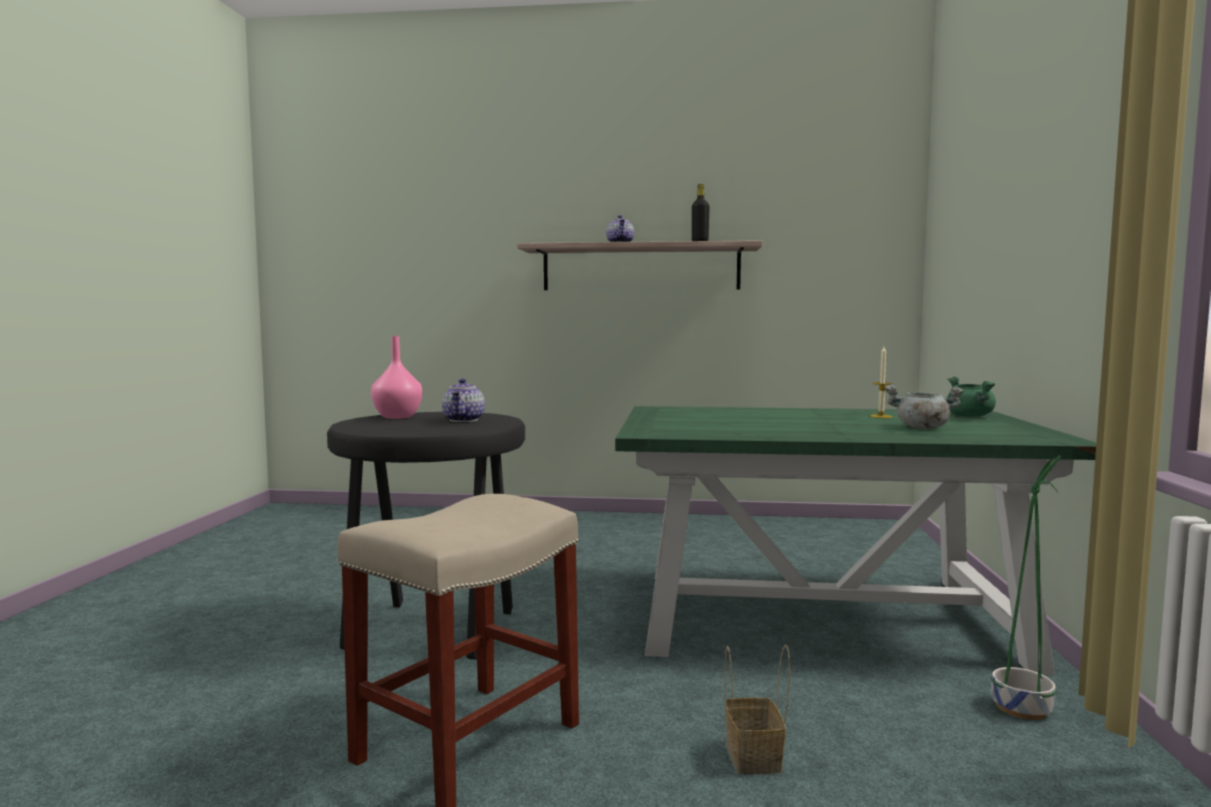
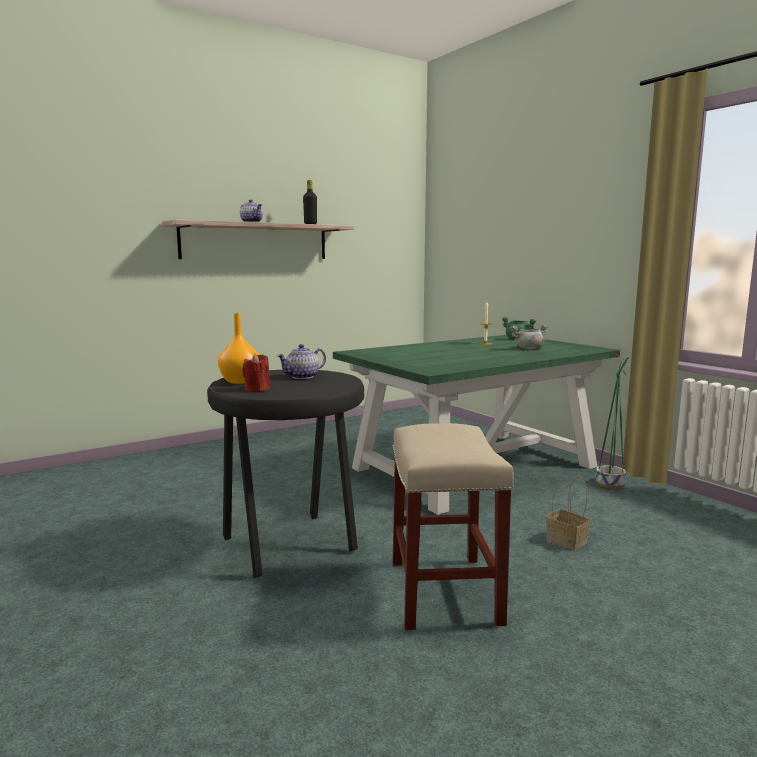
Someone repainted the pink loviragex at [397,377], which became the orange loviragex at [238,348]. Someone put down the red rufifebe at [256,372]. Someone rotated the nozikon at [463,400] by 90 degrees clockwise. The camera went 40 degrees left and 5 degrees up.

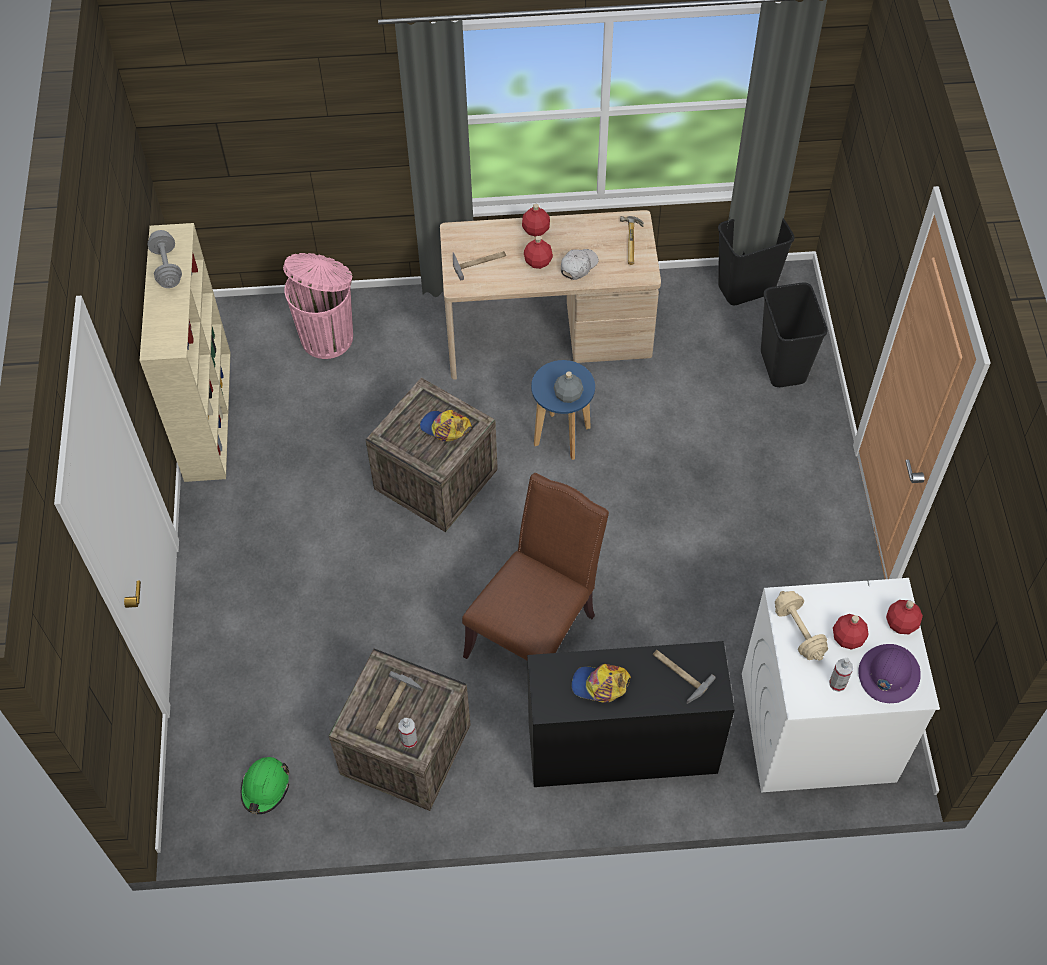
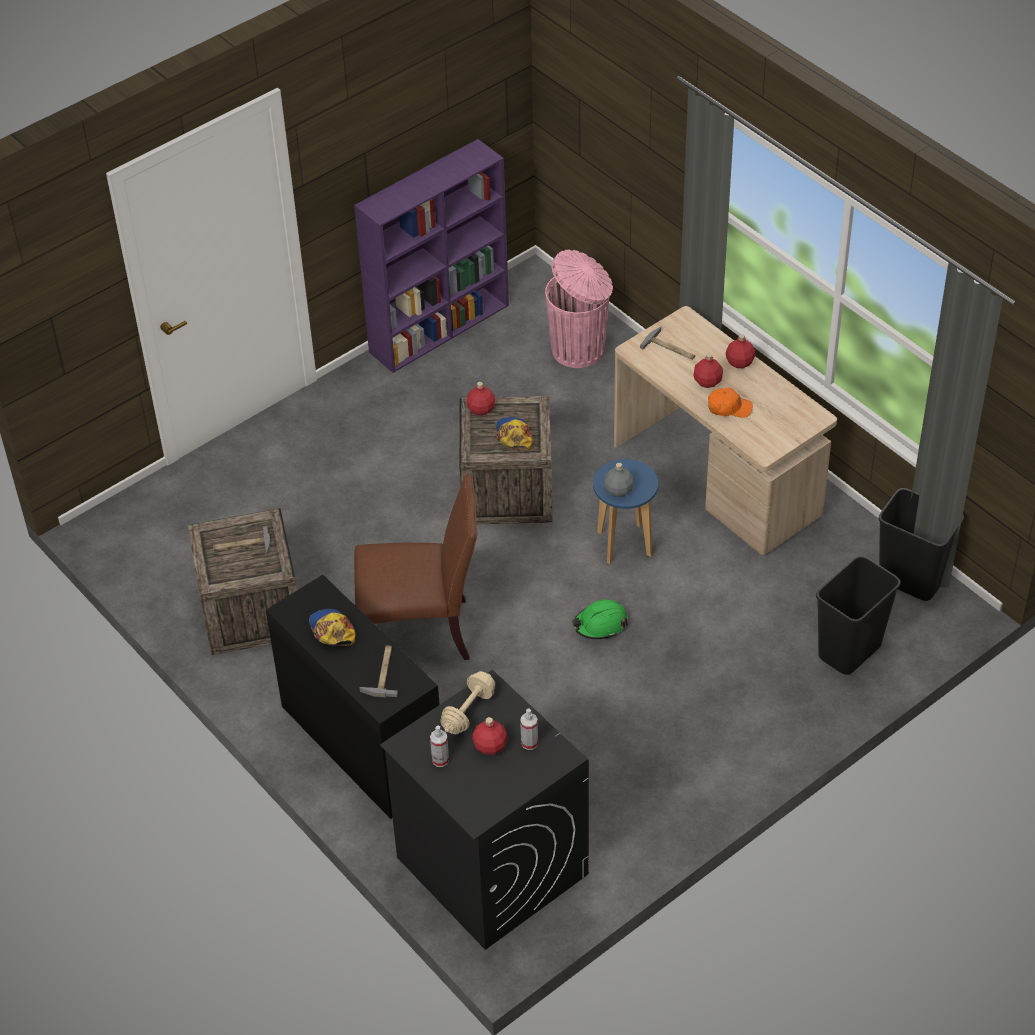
Someone repainted the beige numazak at [185,352], which became the purple numazak at [431,256]. Someone repainted the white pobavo at [841,685], which became the black pobavo at [484,810]. Someone carried the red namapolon from [904,617] to [480,399]. Someone carried the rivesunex from [408,733] to [529,729]. Someone carried the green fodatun from [265,785] to [600,619]. Someone repainted the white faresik at [579,264], which became the orange faresik at [730,403]. Someone took away the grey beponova at [164,259]. Someone took away the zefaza at [632,240]. Someone took away the purple fodatun at [889,673]. The camera went 55 degrees right and 10 degrees down.

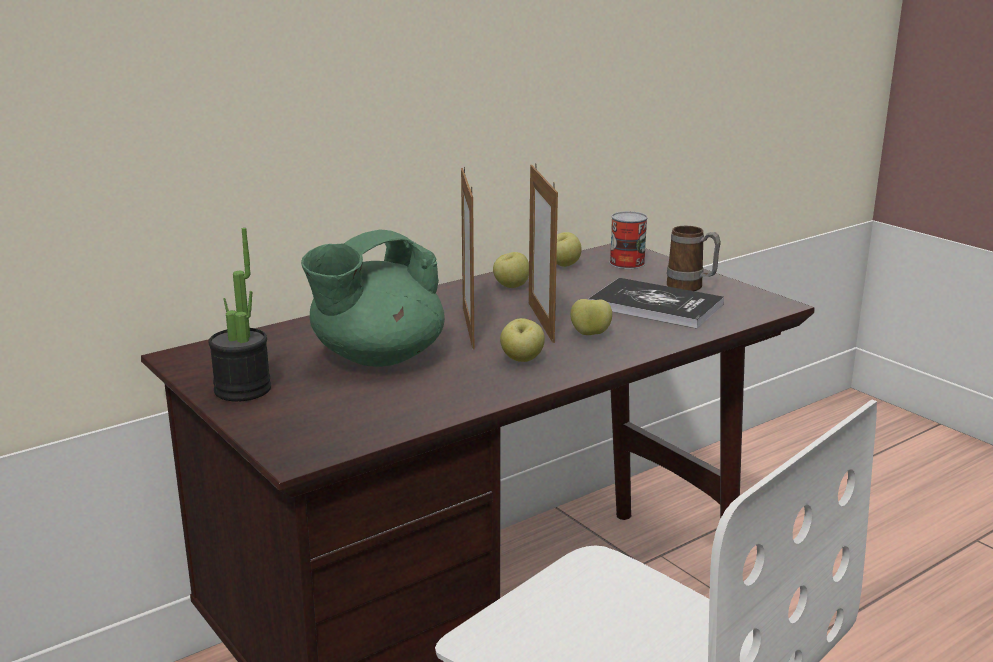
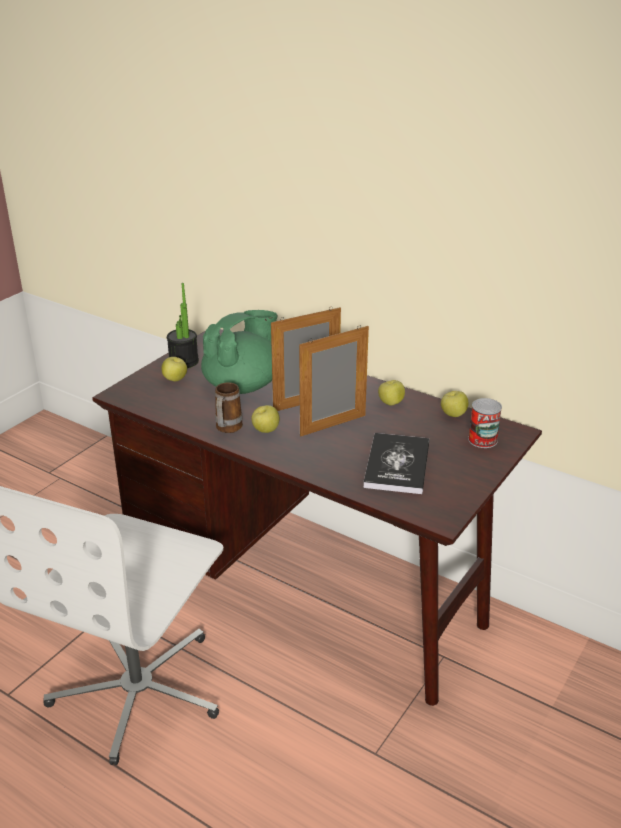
Someone carried the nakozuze from [591,317] to [174,369]. Someone rotated the green nozikon at [373,298] by 105 degrees clockwise. Someone carried the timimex from [694,258] to [229,407]. The camera went 70 degrees right and 10 degrees up.

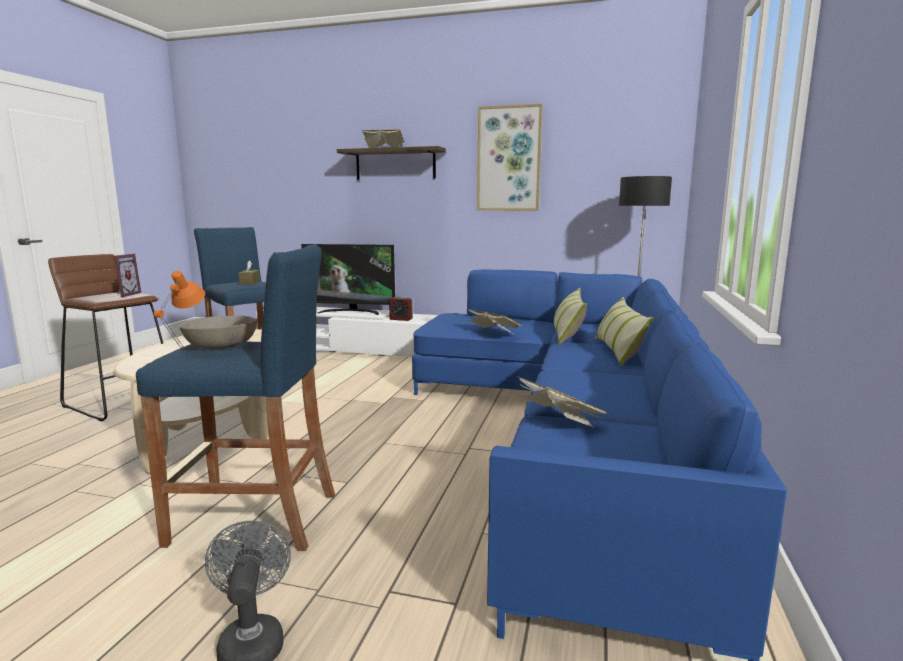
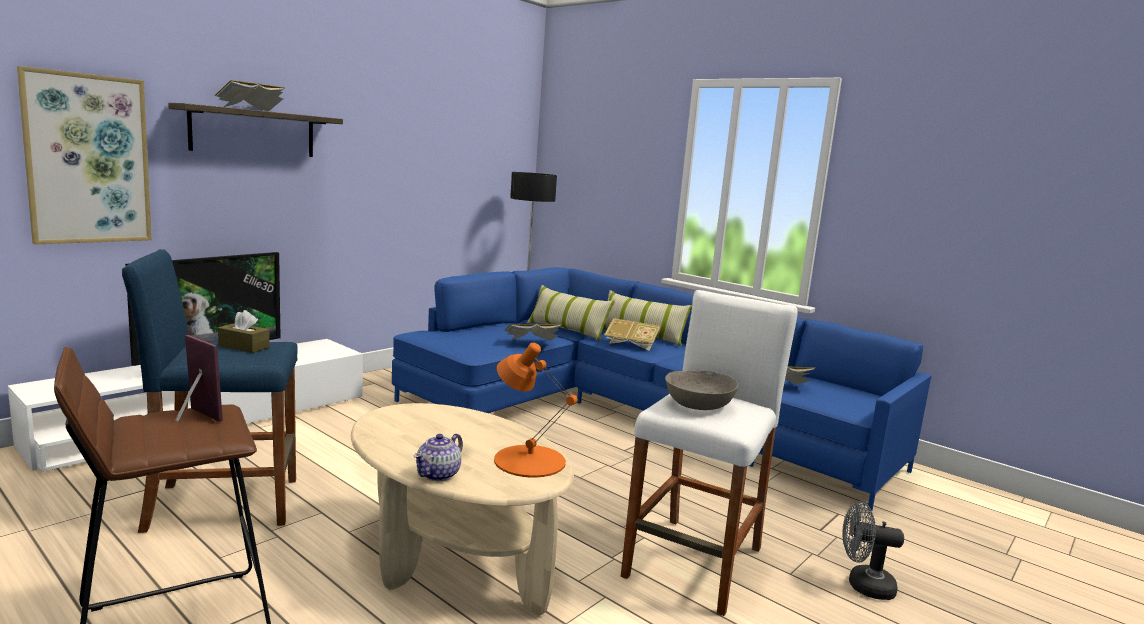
Someone carried the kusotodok from [509,157] to [84,155]. Someone put down the nozikon at [438,457]. Someone put down the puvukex at [632,334]. Someone repainted the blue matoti at [235,397], which became the white matoti at [709,453]. Someone took away the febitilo at [401,308]. The camera went 65 degrees left and 0 degrees up.

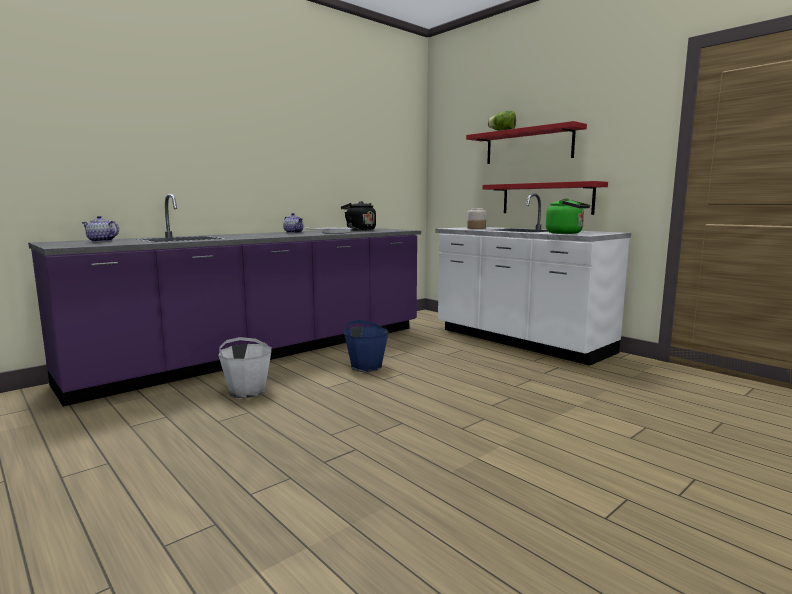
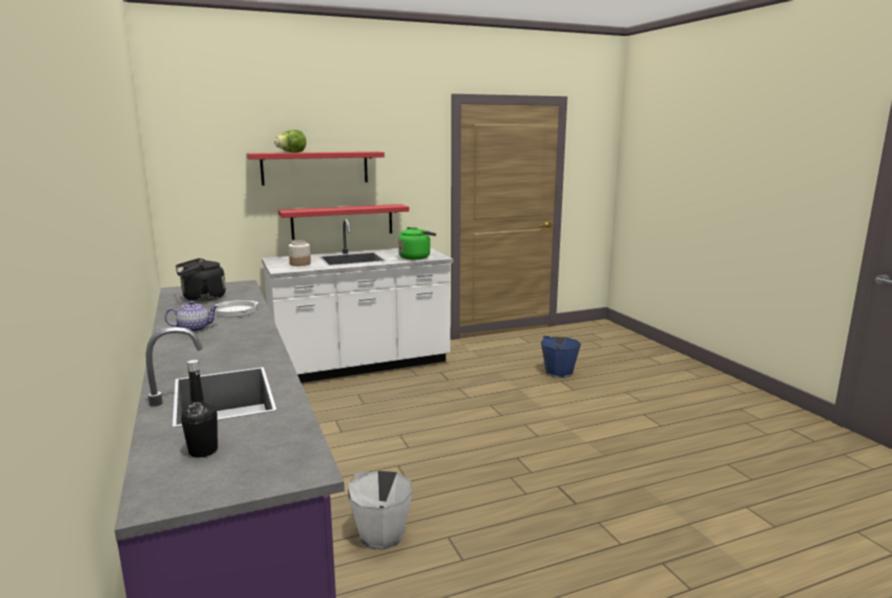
Someone swapped the nozikon at [100,229] for the black namapolon at [199,409]. Someone carried the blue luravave from [366,346] to [561,357]. The camera went 70 degrees left and 5 degrees up.

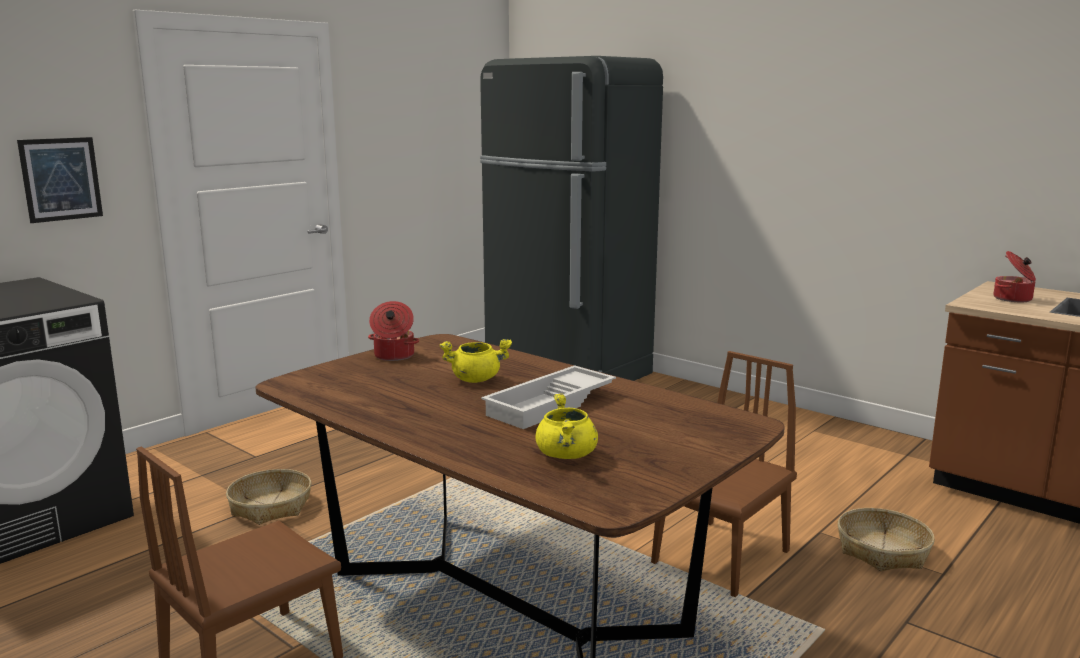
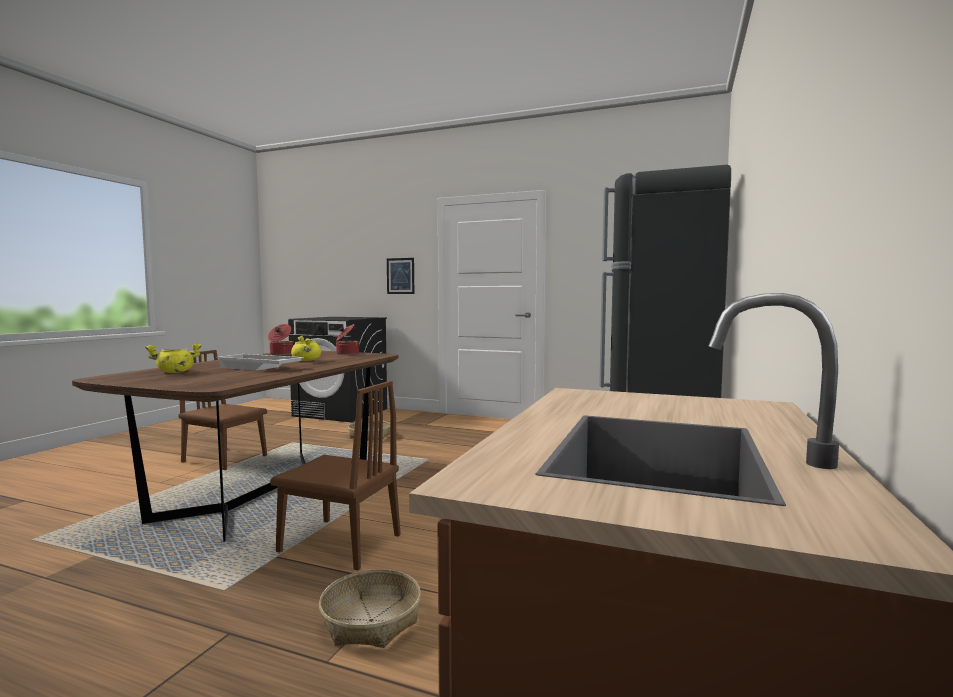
Someone carried the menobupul from [1014,276] to [280,339]. The camera went 70 degrees right and 10 degrees down.

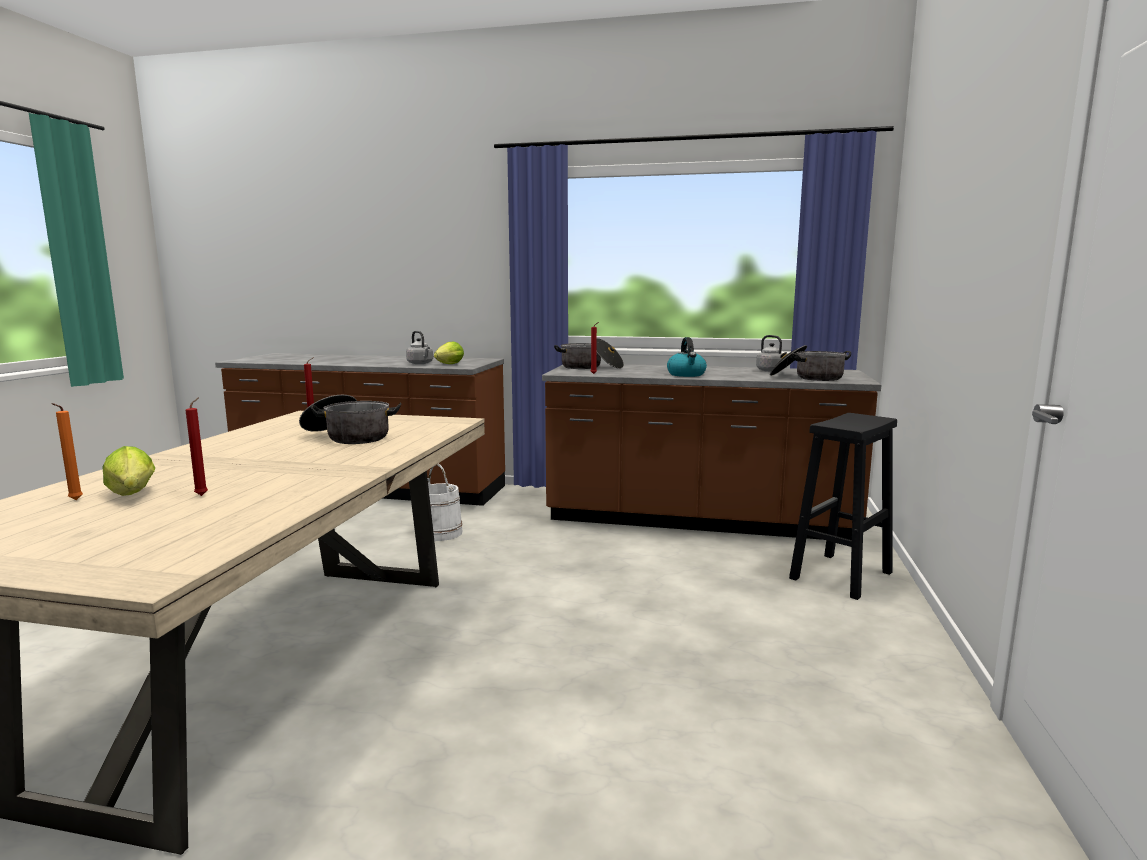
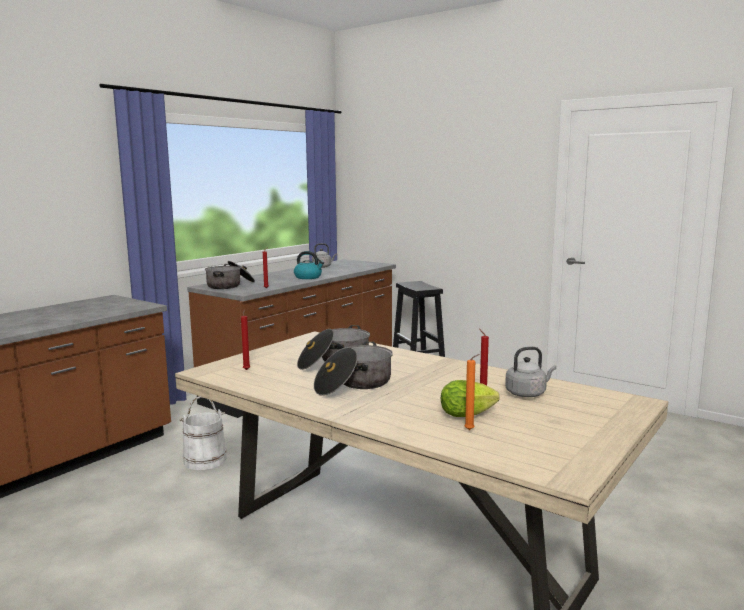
Someone carried the menobupul from [810,363] to [353,368]. Someone carried the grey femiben from [419,347] to [530,372]. Someone took away the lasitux at [449,353]. The camera went 65 degrees left and 0 degrees up.

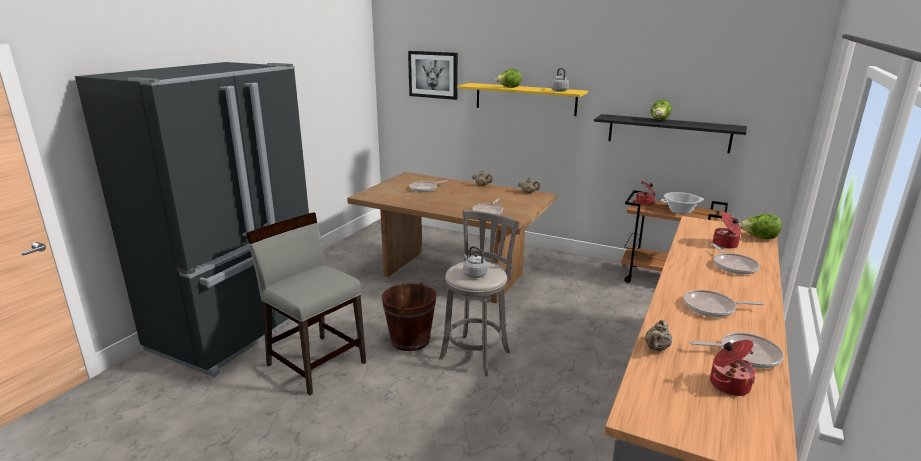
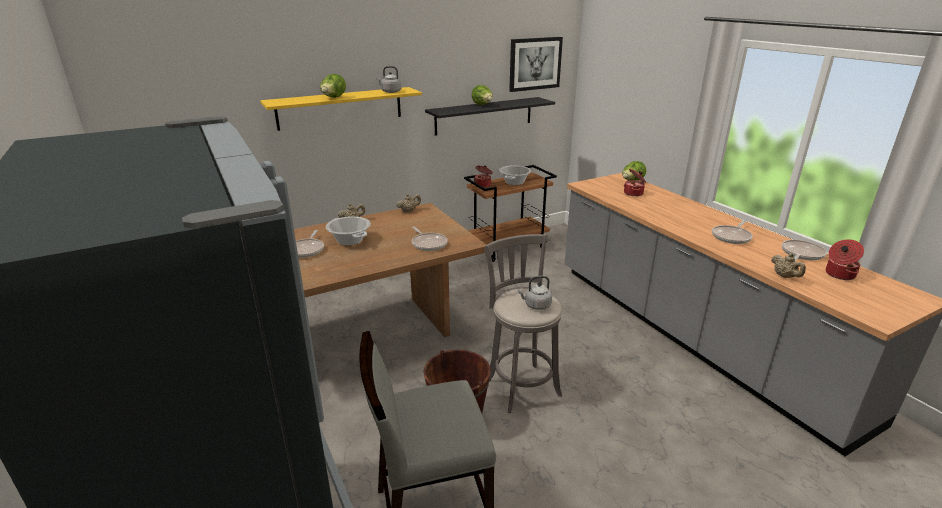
Someone put down the menobupul at [348,230]. Someone carried the kusotodok from [433,75] to [536,64]. Someone took away the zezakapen at [735,259]. The camera went 55 degrees left and 5 degrees up.

